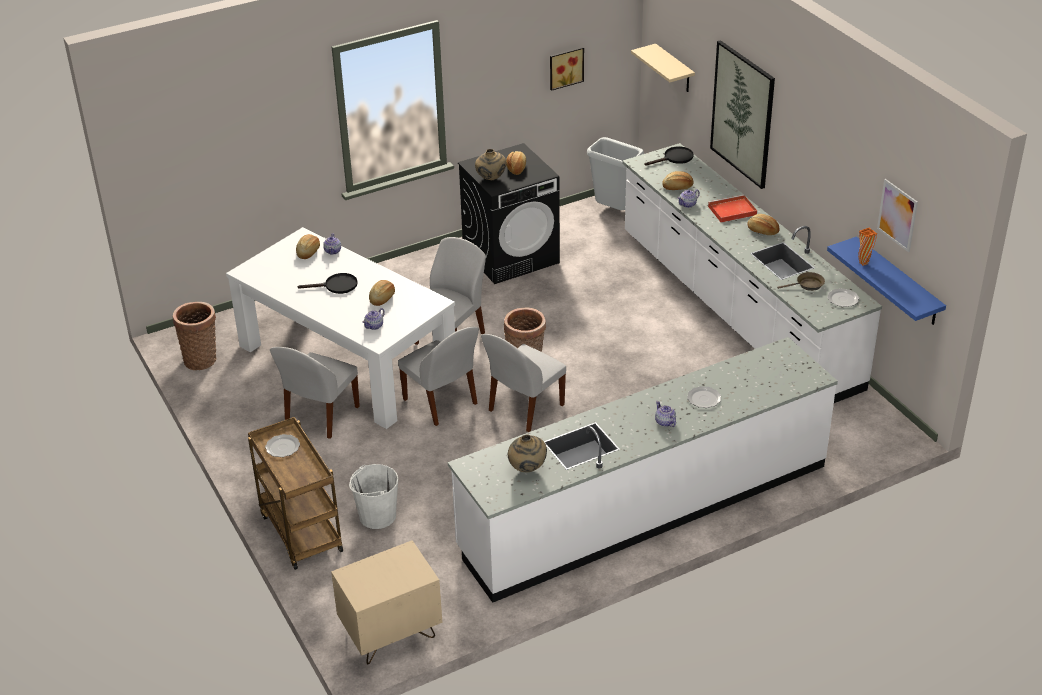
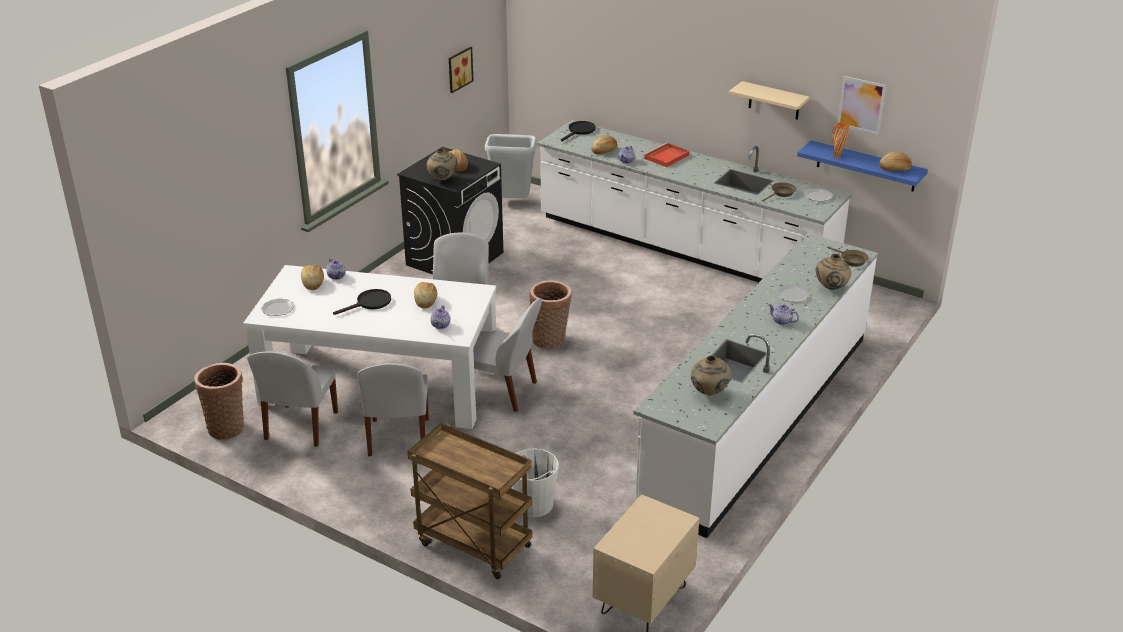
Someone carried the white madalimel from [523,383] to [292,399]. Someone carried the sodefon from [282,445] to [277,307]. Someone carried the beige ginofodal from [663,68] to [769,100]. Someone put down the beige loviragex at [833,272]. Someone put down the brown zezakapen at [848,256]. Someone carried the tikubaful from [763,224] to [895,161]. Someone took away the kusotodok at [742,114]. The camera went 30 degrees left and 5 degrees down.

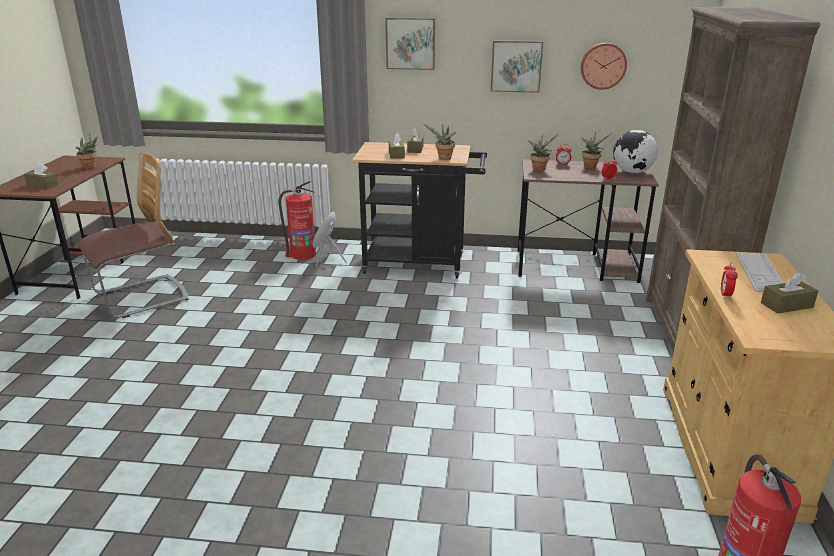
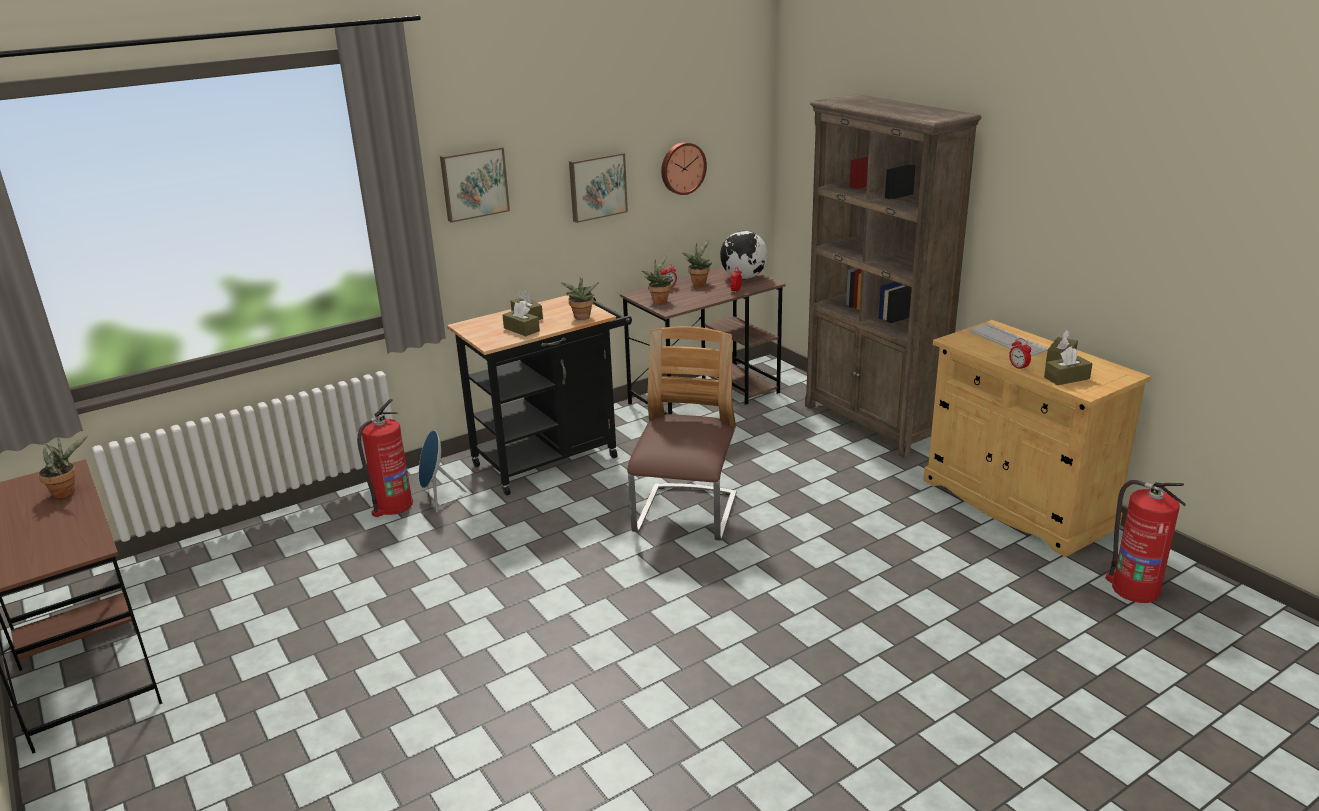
Someone carried the madalimel from [133,235] to [682,433]. Someone carried the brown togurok from [41,175] to [1068,365]. The camera went 40 degrees left and 0 degrees up.

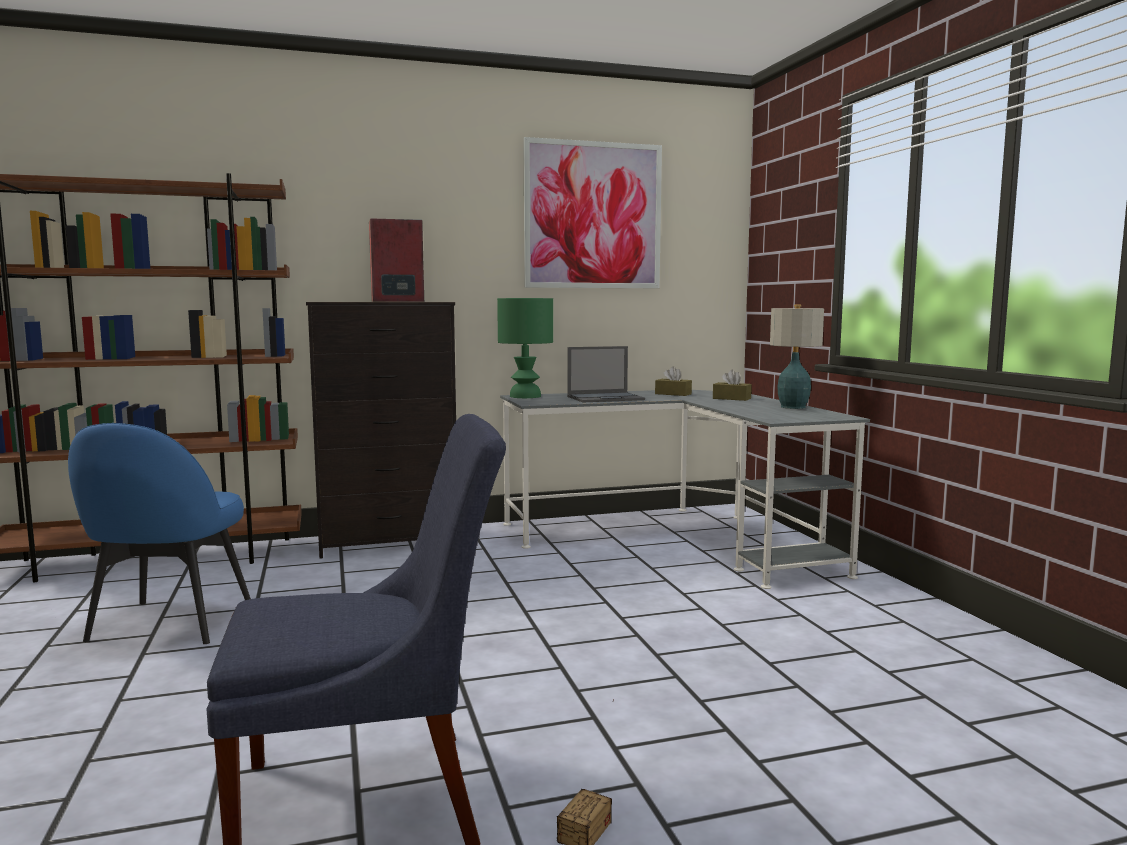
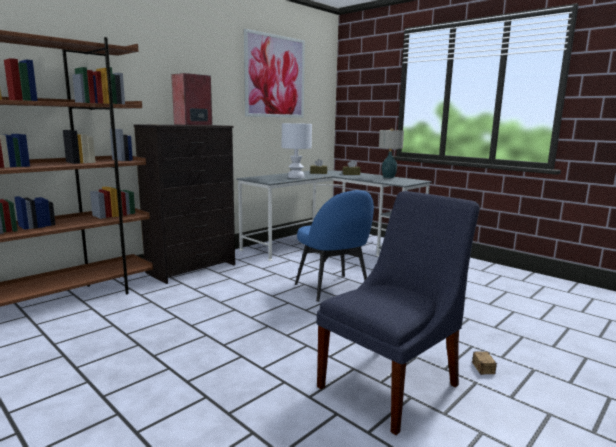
Someone swapped the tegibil at [606,374] for the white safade at [297,150]. Someone carried the blue madalimel from [159,533] to [334,246]. Someone took away the green safade at [525,348]. The camera went 30 degrees left and 5 degrees up.

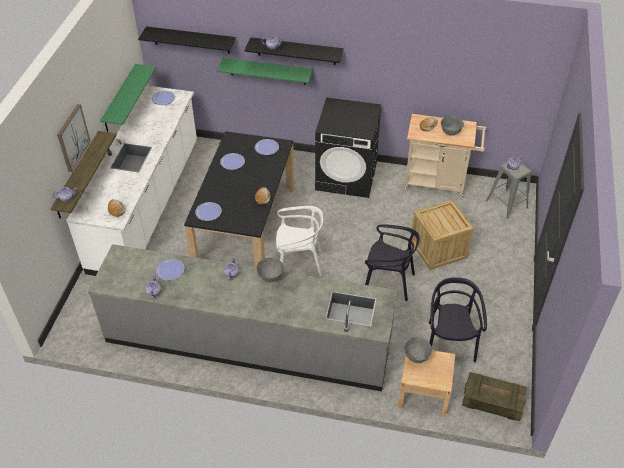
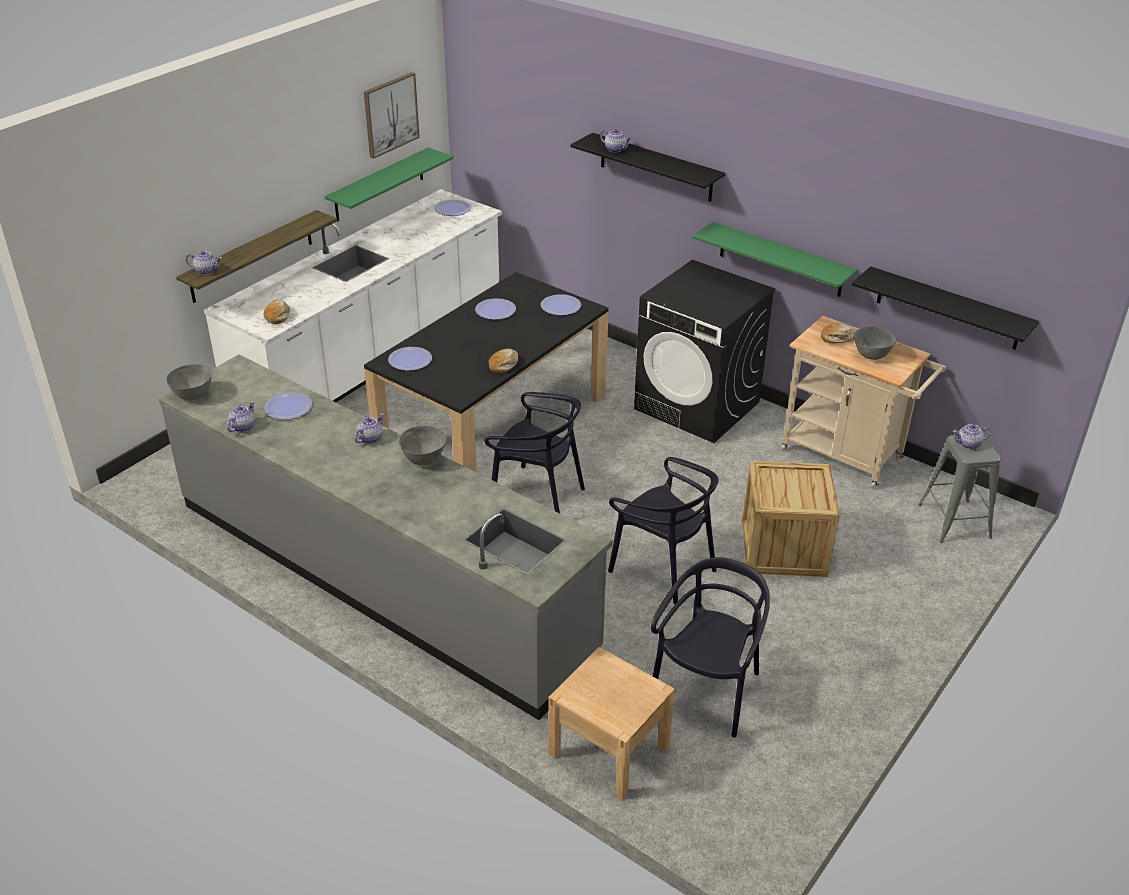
Someone carried the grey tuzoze from [418,350] to [189,382]. Someone carried the kusotodok from [74,138] to [392,115]. Someone repainted the white madalimel at [299,241], which became the black madalimel at [535,453]. Someone carried the green ginofodal from [265,71] to [775,259]. Someone carried the black ginofodal from [187,40] to [945,308]. Someone took away the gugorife at [494,396]. The camera went 25 degrees right and 10 degrees down.

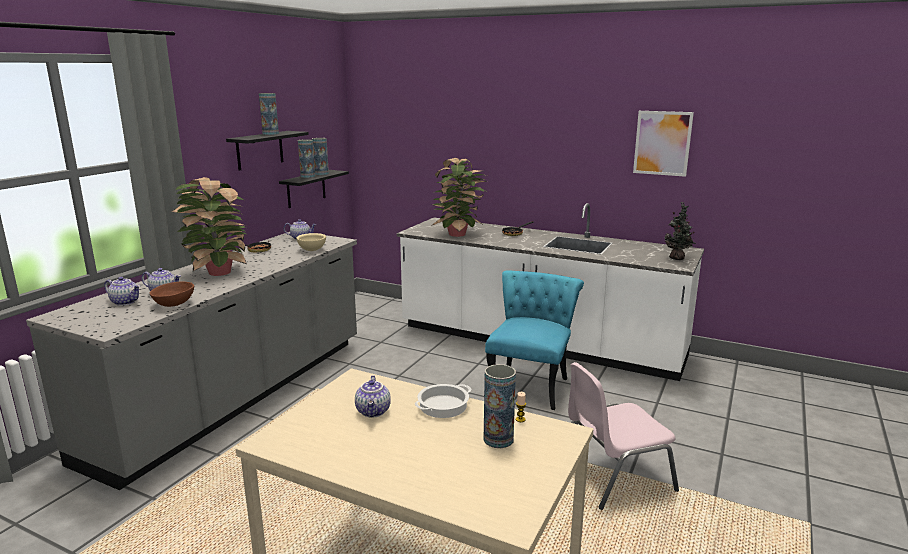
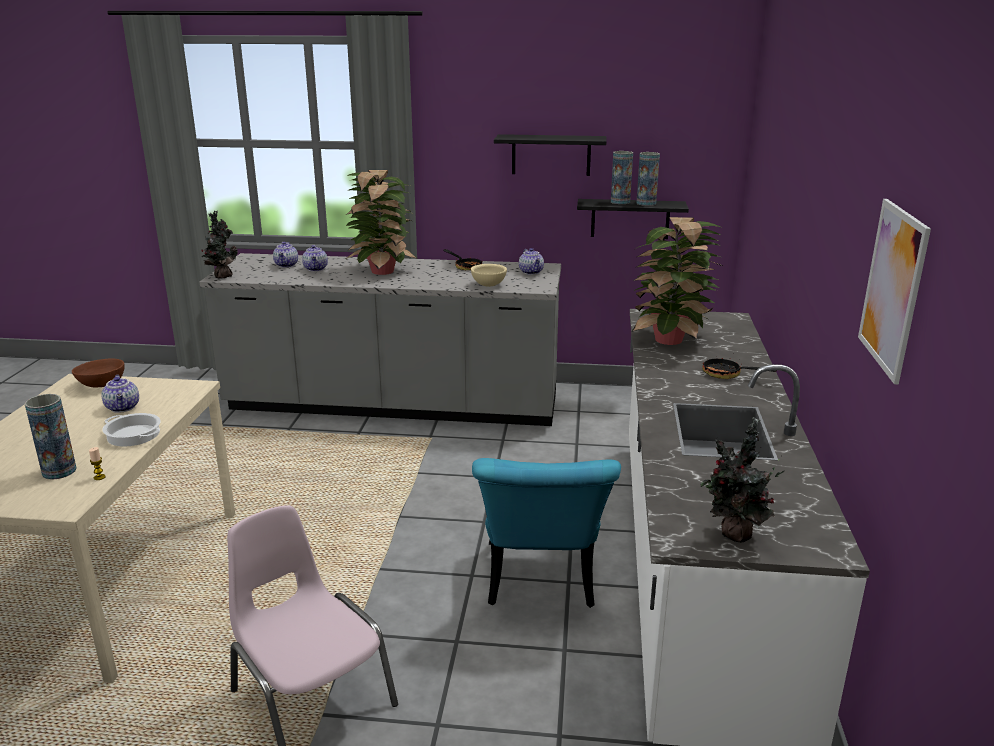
Someone carried the brown tuzoze from [172,294] to [98,372]. Someone rotated the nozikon at [373,396] by 90 degrees counterclockwise. Someone put down the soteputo at [219,245]. Someone rotated the turquoise madalimel at [534,340] by 90 degrees clockwise. Someone took away the loviragex at [269,114]. The camera went 70 degrees right and 5 degrees up.

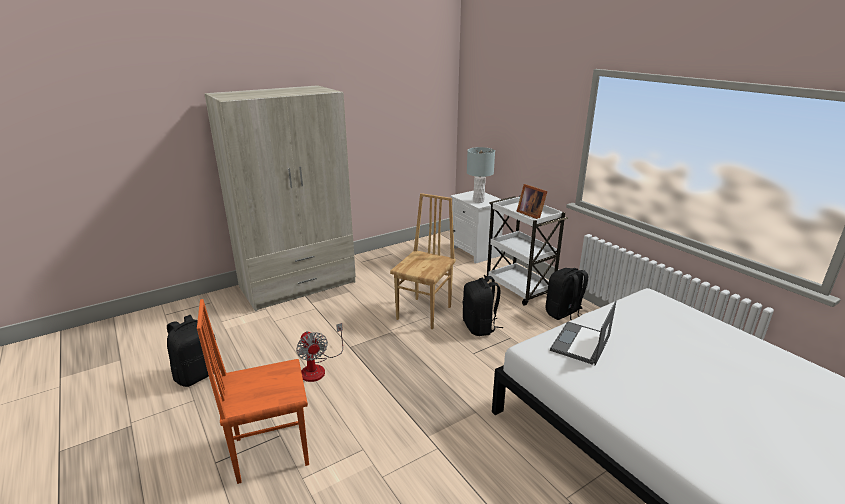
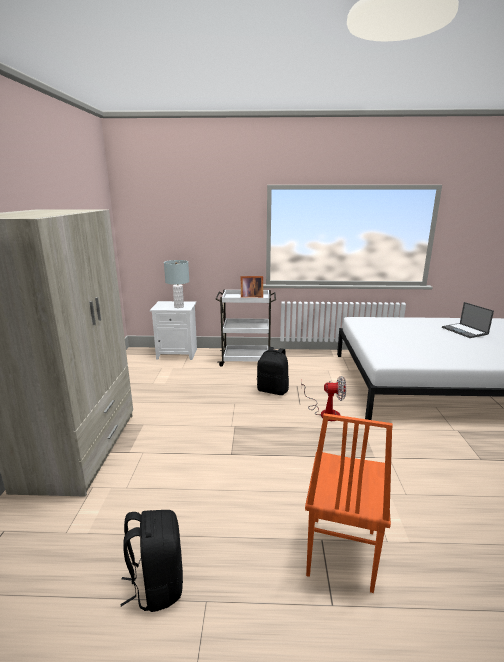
Someone carried the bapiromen from [319,352] to [323,398]. Someone carried the tegibil from [583,333] to [468,320]. Someone took away the brown madalimel at [423,261]. Someone took away the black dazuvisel at [567,294]. The camera went 55 degrees left and 5 degrees down.

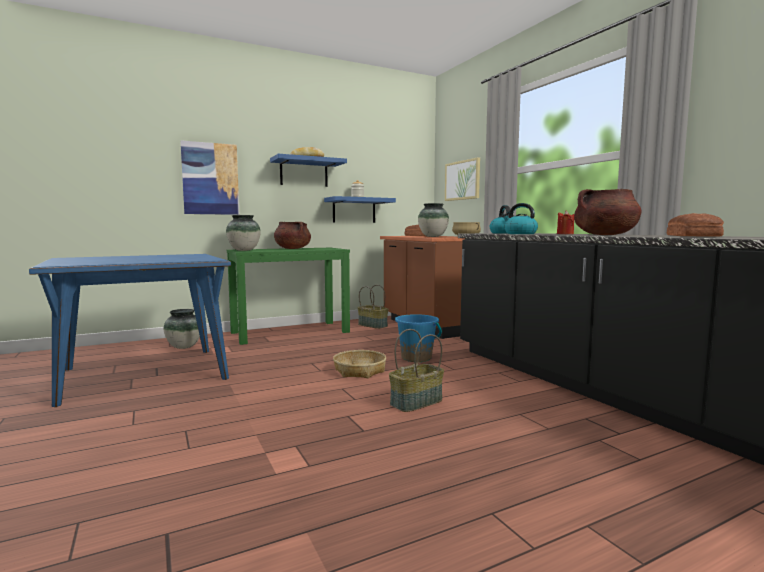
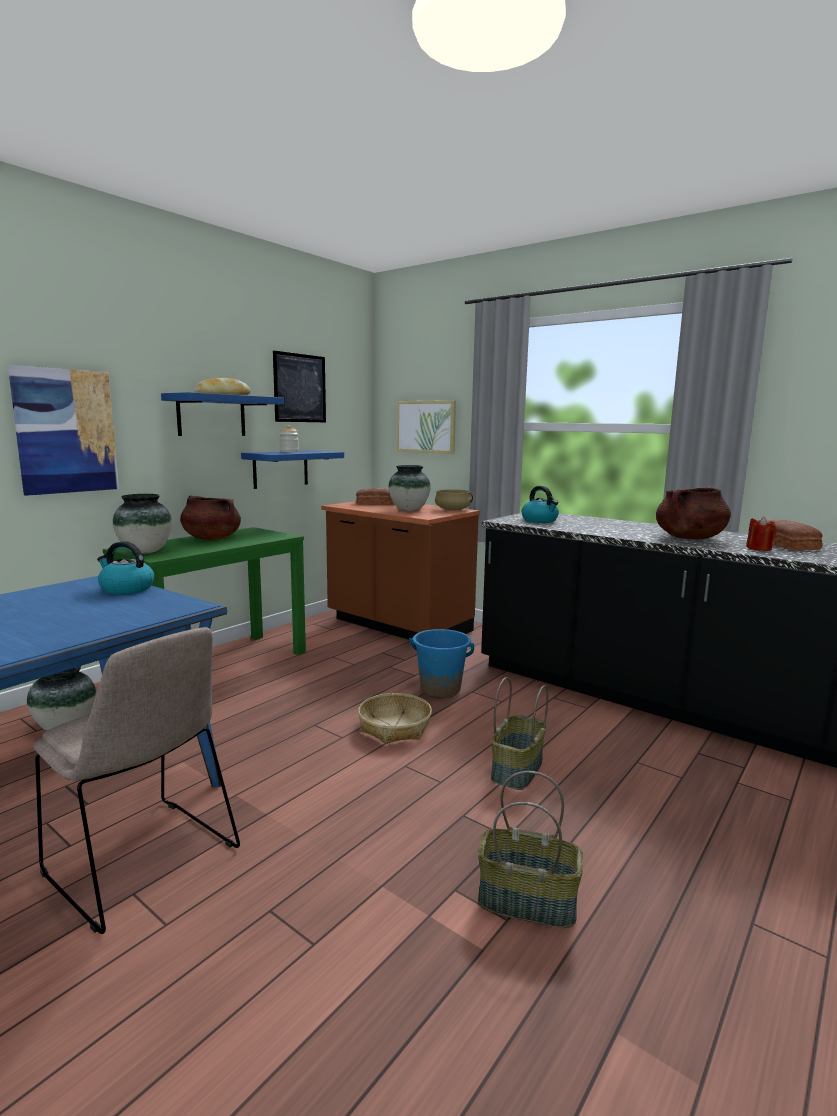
Someone put down the beige madalimel at [136,780]. Someone carried the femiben from [520,218] to [125,568]. Someone put up the kusotodok at [299,386]. Someone carried the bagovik from [373,307] to [530,849]. Someone carried the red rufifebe from [565,222] to [761,533]. The camera went 25 degrees left and 5 degrees up.

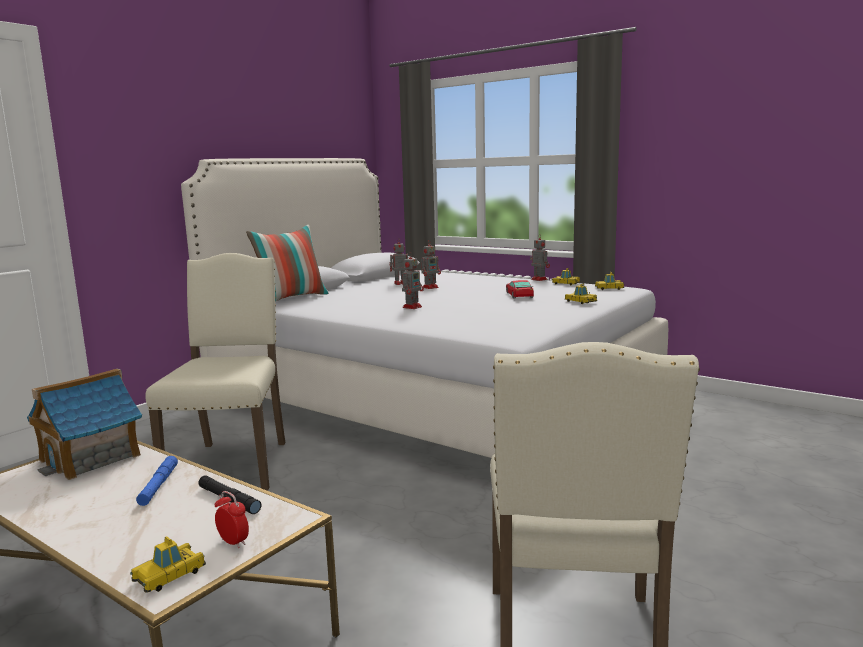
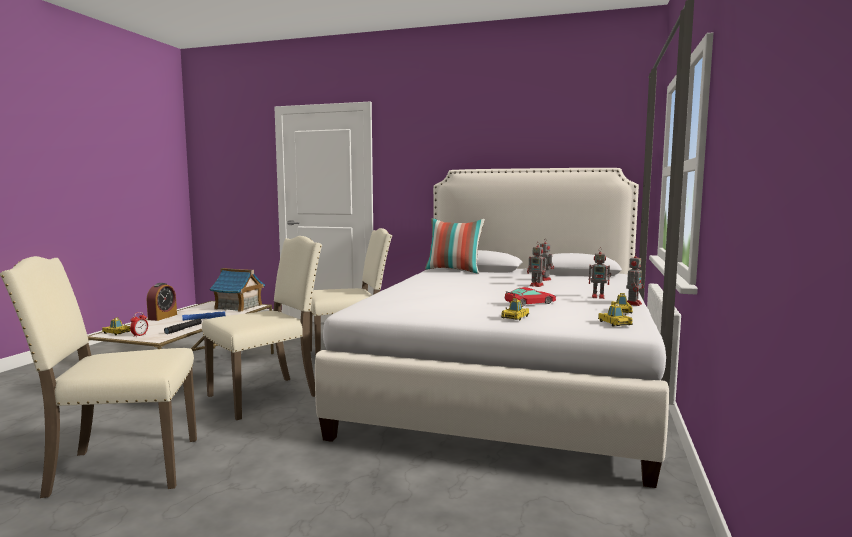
Someone put down the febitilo at [162,302]. Someone put down the beige madalimel at [262,328]. Someone carried the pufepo from [413,281] to [600,273]. The camera went 70 degrees right and 5 degrees down.

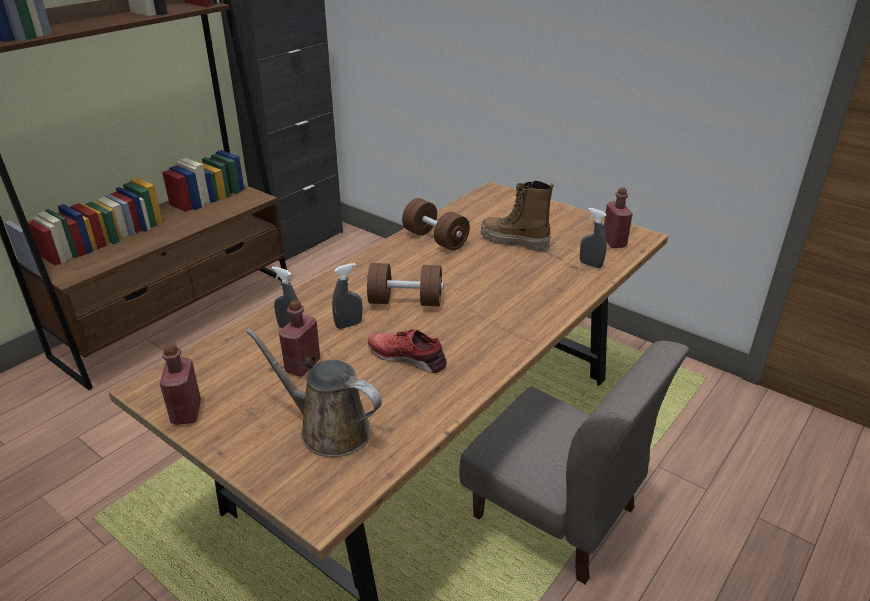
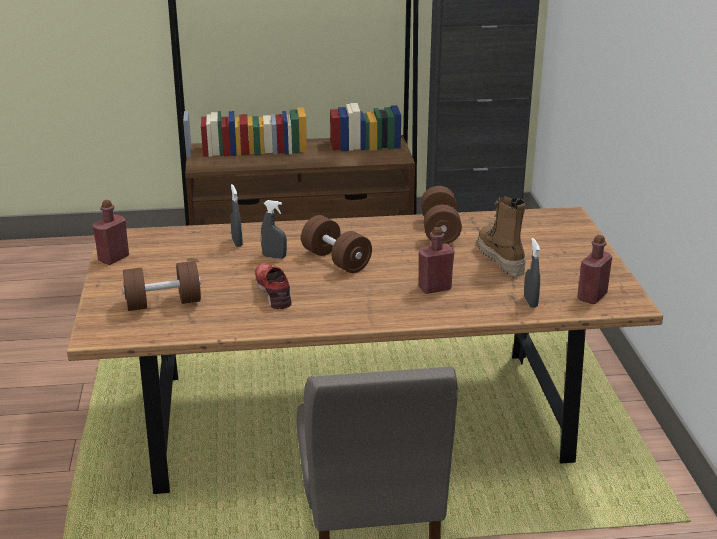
Someone swapped the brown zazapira at [314,392] for the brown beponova at [161,286]. Someone carried the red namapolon from [300,338] to [436,260]. The camera went 45 degrees right and 5 degrees down.

